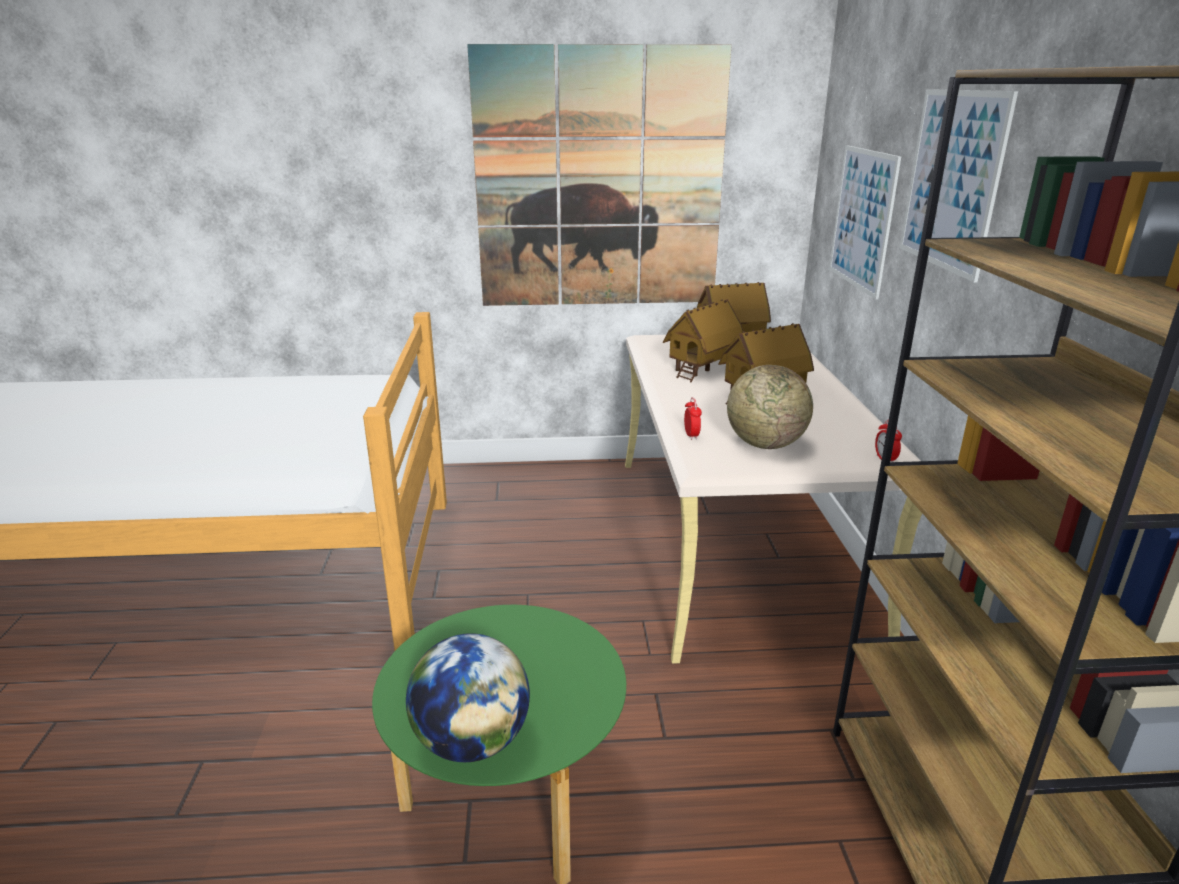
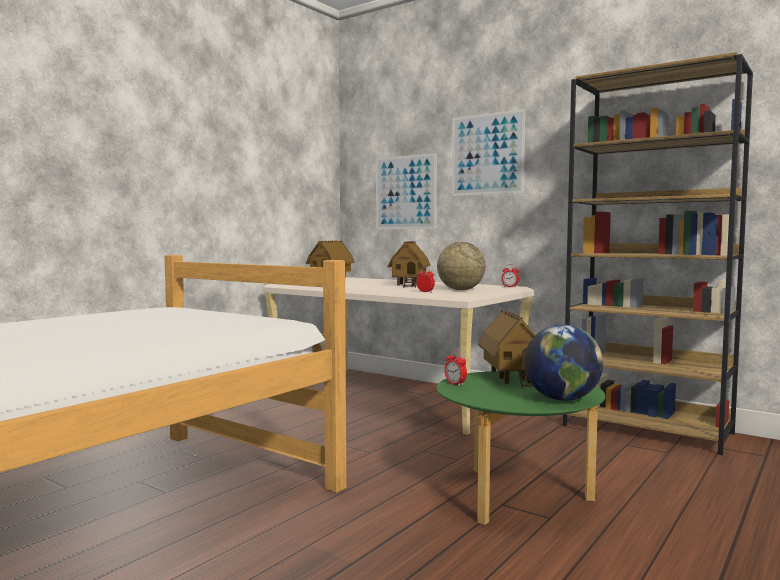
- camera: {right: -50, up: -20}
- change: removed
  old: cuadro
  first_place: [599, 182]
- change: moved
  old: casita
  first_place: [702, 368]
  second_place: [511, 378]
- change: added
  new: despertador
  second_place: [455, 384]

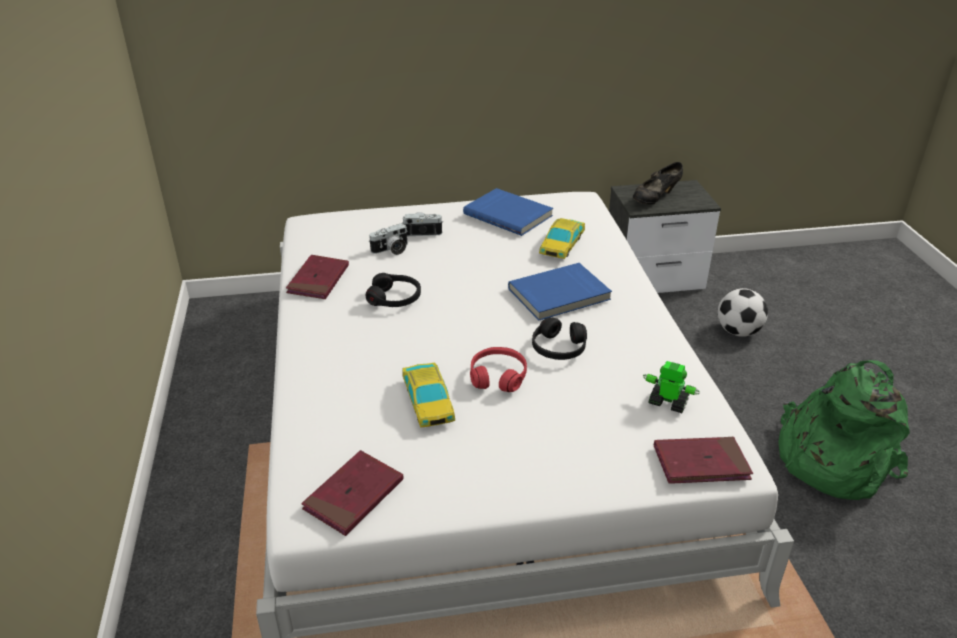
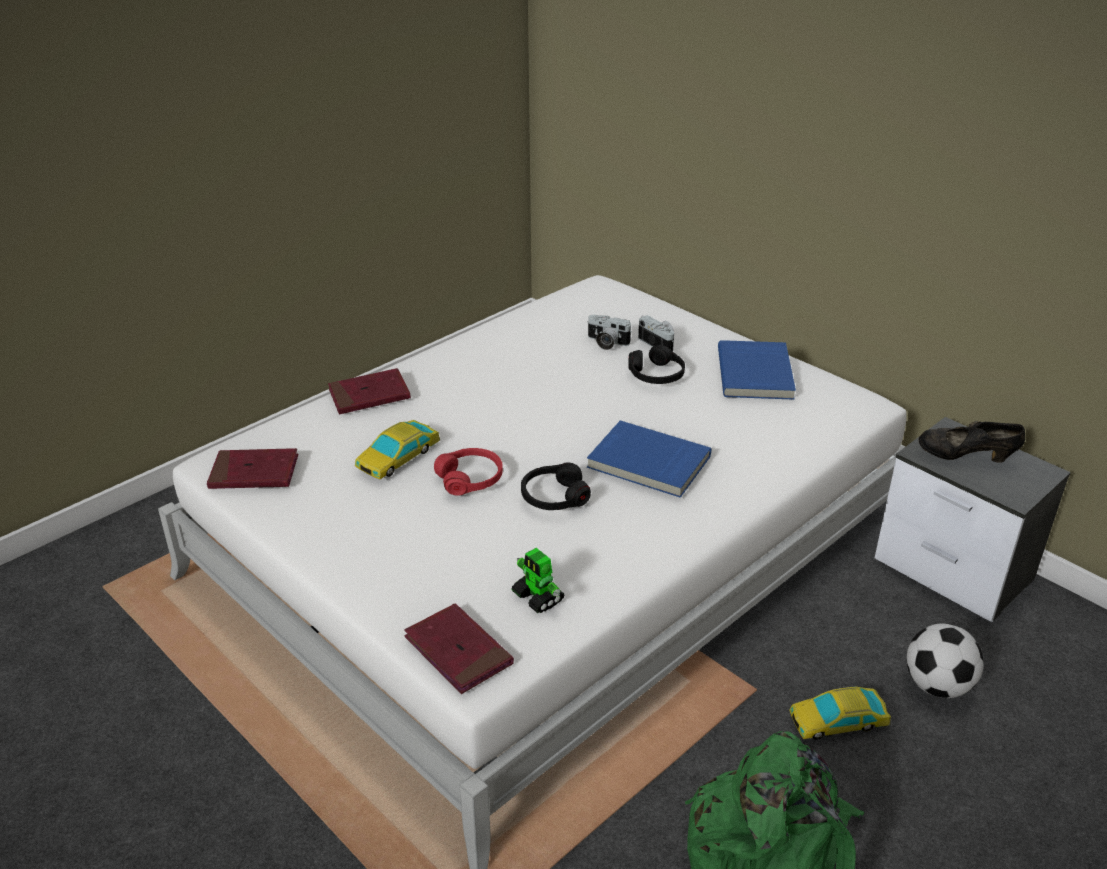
- camera: {right: 55, up: 0}
- change: moved
  old: coche de juguete
  first_place: [562, 244]
  second_place: [838, 720]
- change: moved
  old: libro/rojo
  first_place: [318, 280]
  second_place: [369, 395]
- change: moved
  old: auriculares/negro
  first_place: [395, 298]
  second_place: [656, 375]
- change: turned
  old: robot de juguete
  first_place: [667, 402]
  second_place: [538, 598]
  degrees: 150

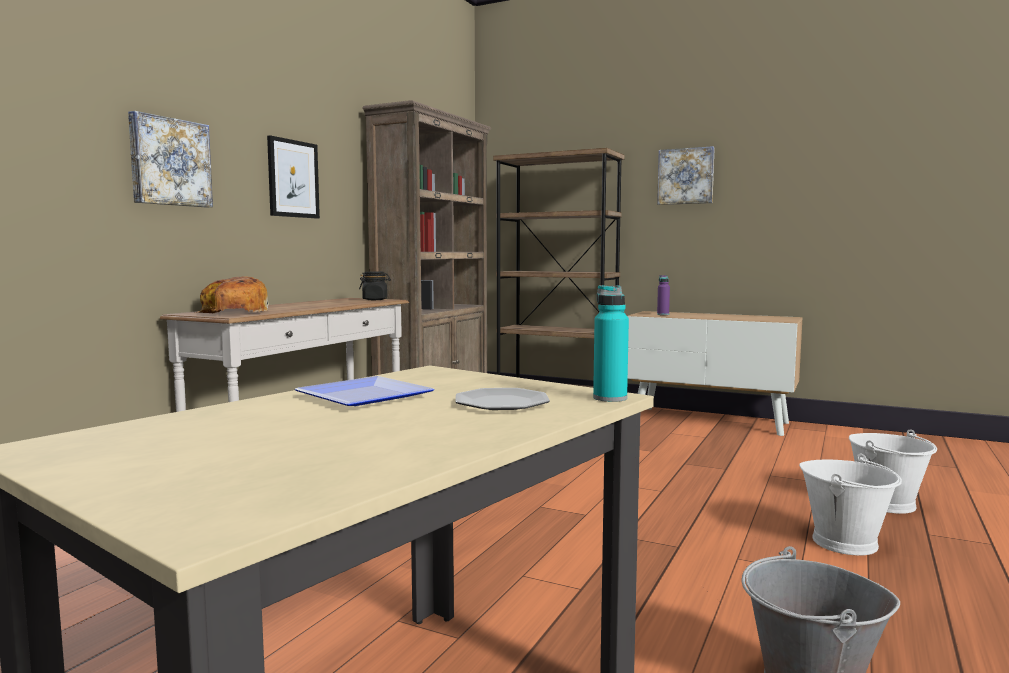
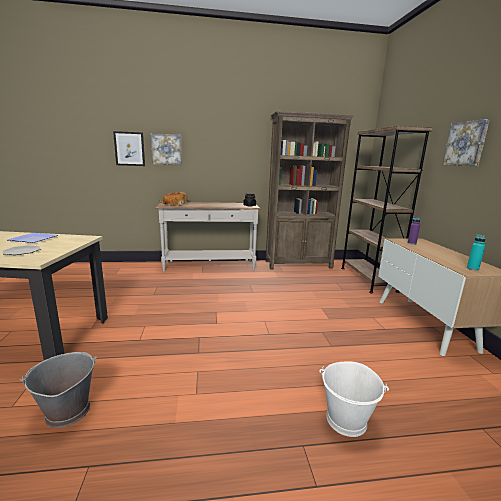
- camera: {right: 55, up: 10}
- change: moved
  old: cuadro
  first_place: [293, 179]
  second_place: [129, 149]
- change: moved
  old: botella/turquesa
  first_place: [610, 398]
  second_place: [472, 268]
- change: removed
  old: cubo/blanco
  first_place: [845, 542]

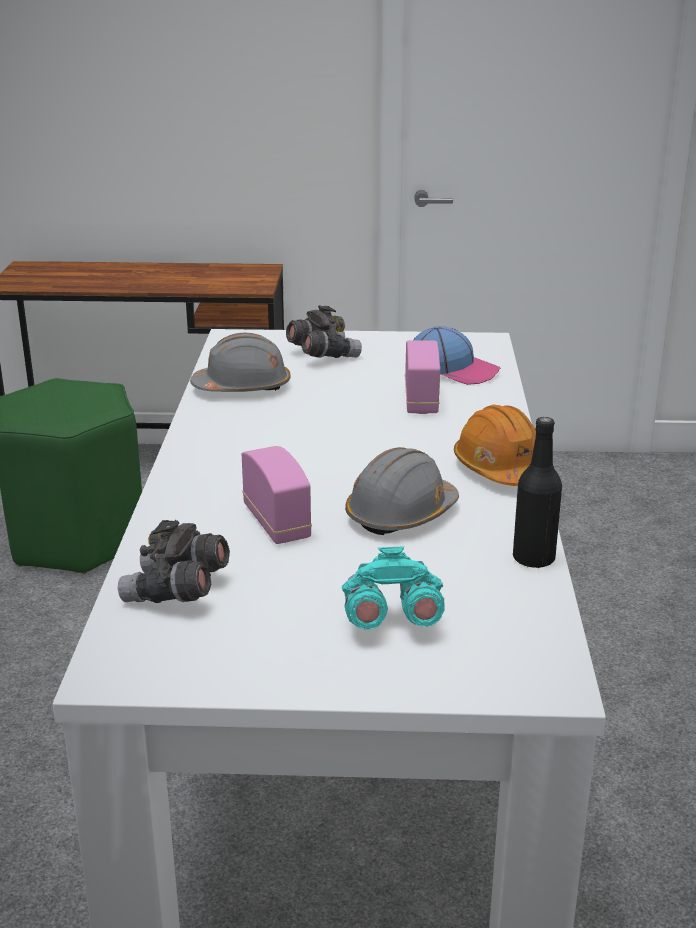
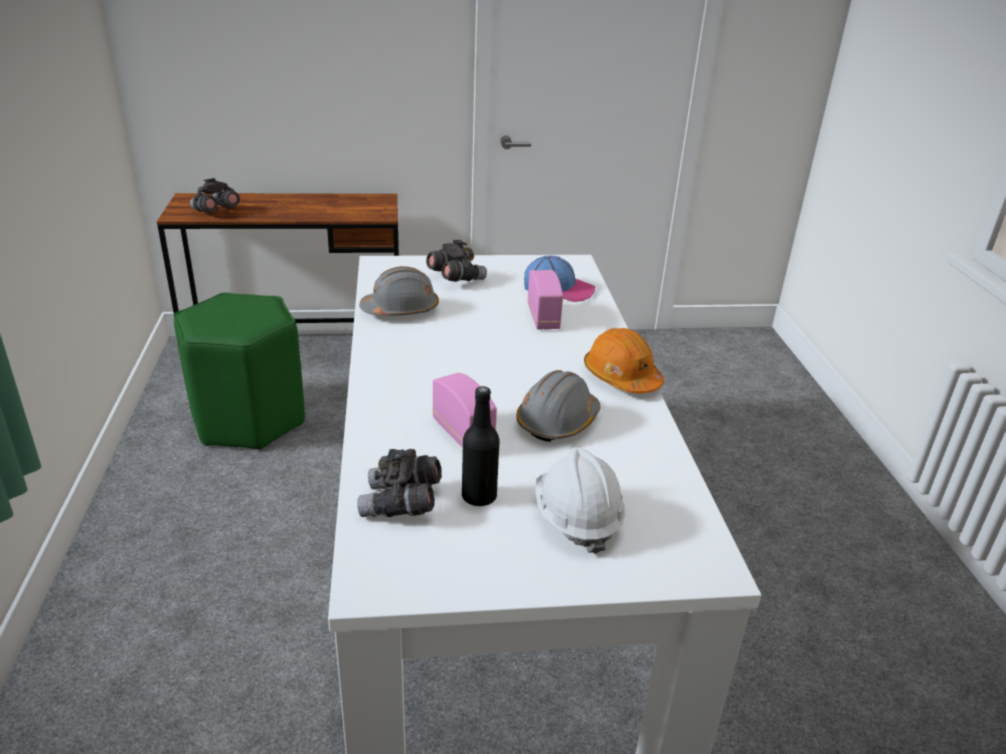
- camera: {right: -10, up: 5}
- change: moved
  old: botella/negro
  first_place: [533, 559]
  second_place: [479, 496]
- change: replaced
  old: prismáticos/turquesa
  new: casco/blanco
  first_place: [389, 620]
  second_place: [576, 519]
- change: added
  new: prismáticos/gris
  second_place: [215, 211]

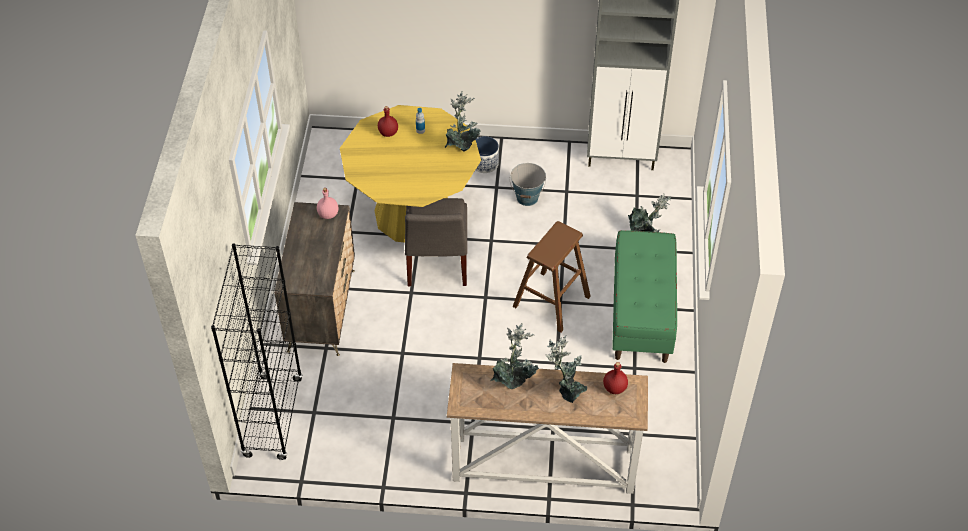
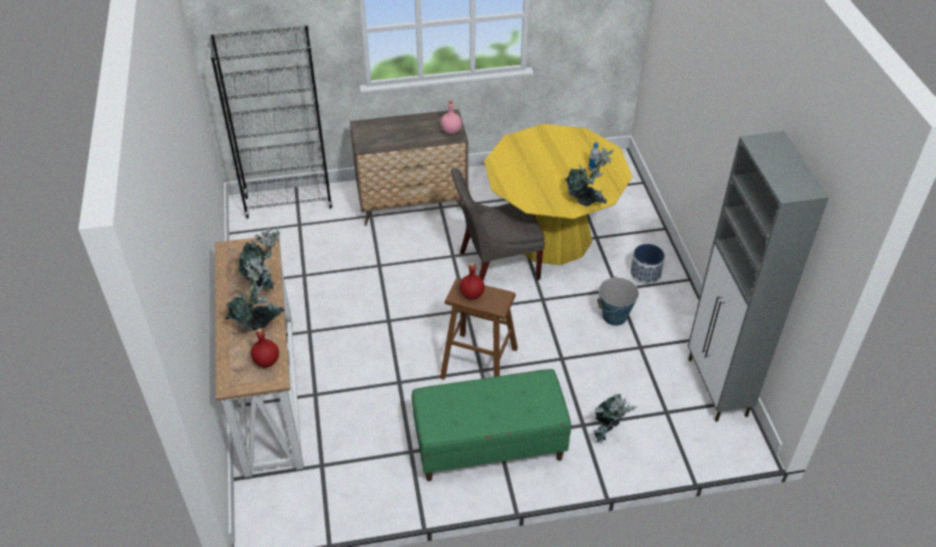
- camera: {right: 75, up: -5}
- change: moved
  old: botella/rojo
  first_place: [388, 133]
  second_place: [471, 294]

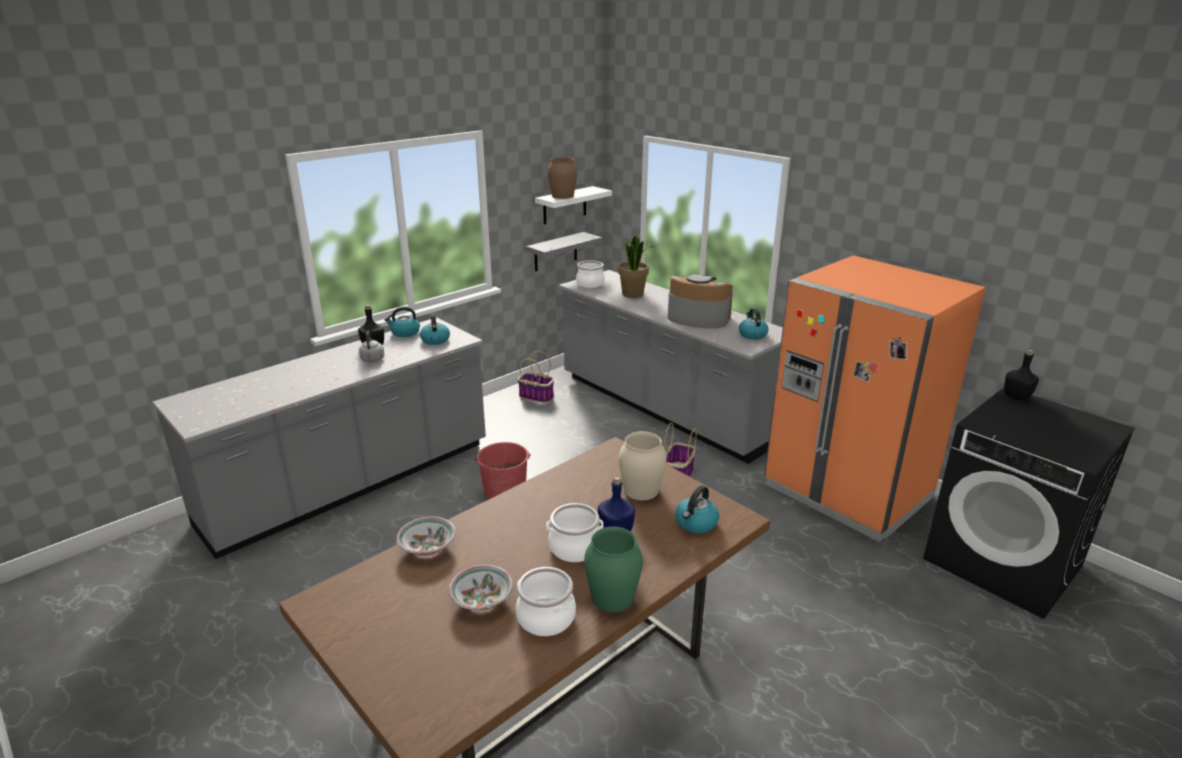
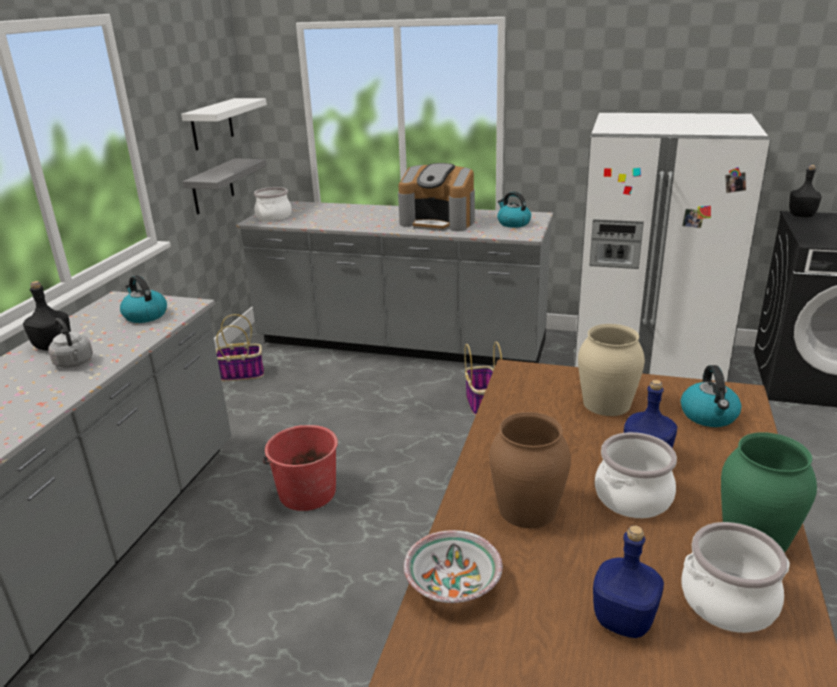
- camera: {right: -30, up: 0}
- change: moved
  old: florero/marrón
  first_place: [562, 196]
  second_place: [526, 509]
- change: removed
  old: planta en maceta
  first_place: [633, 294]
- change: recoloured
  old: nevera/naranja
  new: nevera/blanco
  first_place: [847, 492]
  second_place: [646, 365]
- change: turned
  old: cafetera
  first_place: [697, 318]
  second_place: [438, 222]
  degrees: -150
- change: removed
  old: hervidor
  first_place: [405, 333]
- change: replaced
  old: cuenco
  new: botella/azul
  first_place: [482, 600]
  second_place: [623, 621]

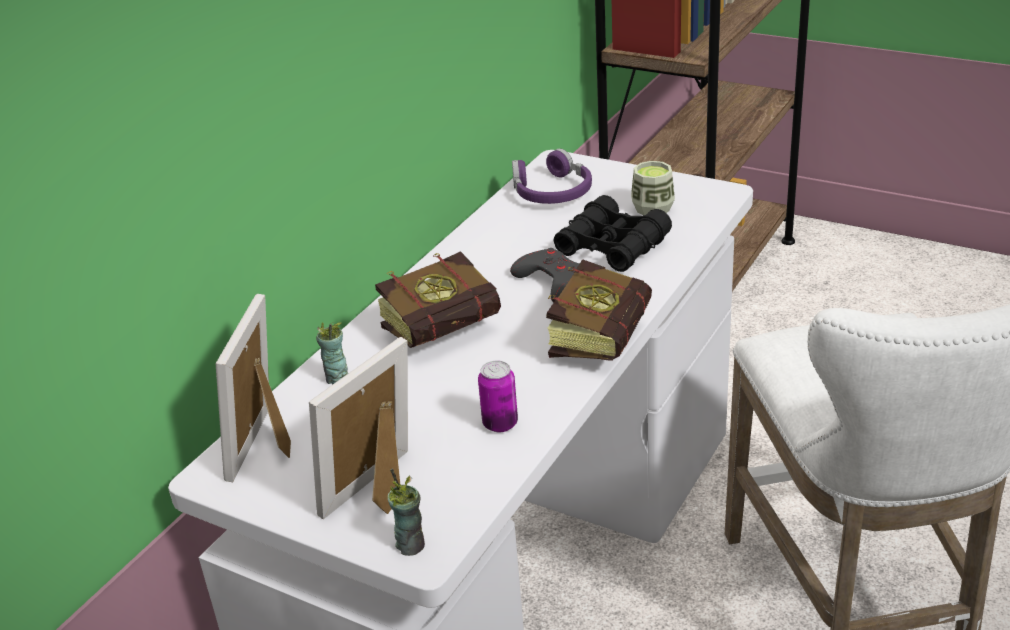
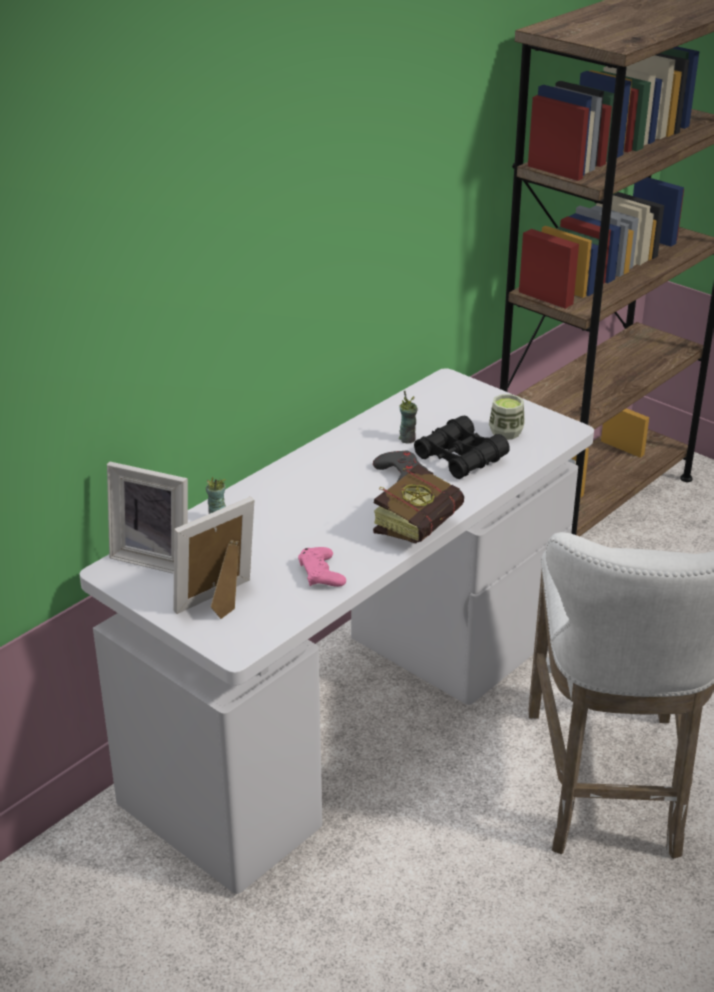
- camera: {right: 10, up: 0}
- change: removed
  old: auriculares/morado
  first_place: [551, 192]
- change: removed
  old: libro
  first_place: [452, 328]
- change: turned
  old: portarretratos
  first_place: [269, 444]
  second_place: [155, 557]
  degrees: -90
- change: replaced
  old: lata
  new: mando de consola/rosa
  first_place: [500, 424]
  second_place: [321, 574]
- change: moved
  old: taza
  first_place: [411, 545]
  second_place: [407, 439]

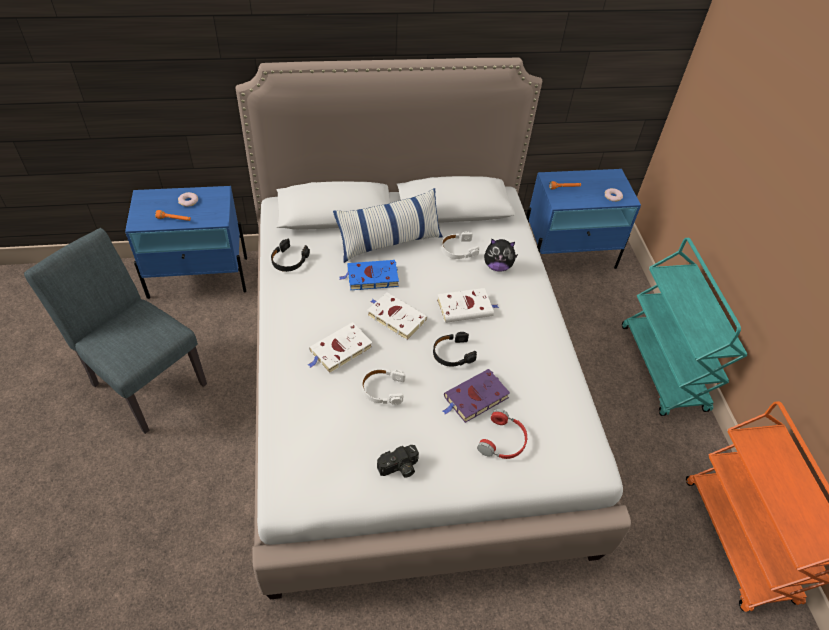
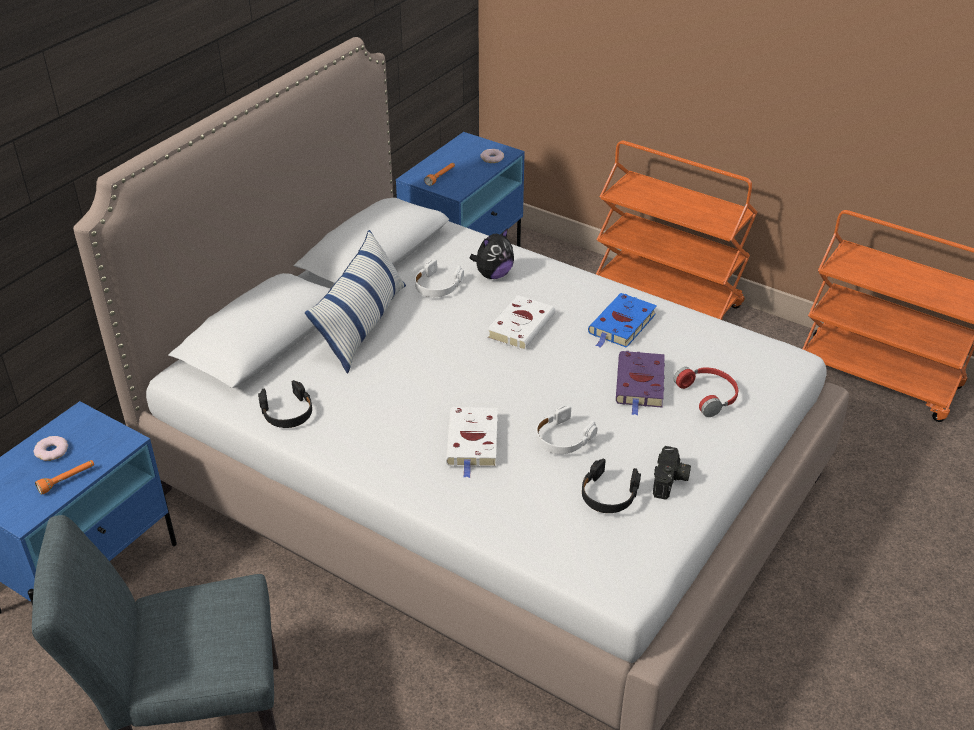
- camera: {right: -45, up: -10}
- change: recoloured
  old: carrito/turquesa
  new: carrito/naranja
  first_place: [663, 368]
  second_place: [666, 299]
- change: moved
  old: libro/azul
  first_place: [371, 277]
  second_place: [621, 325]
- change: removed
  old: libro/blanco
  first_place: [395, 317]
- change: moved
  old: auriculares/negro
  first_place: [452, 353]
  second_place: [608, 494]

